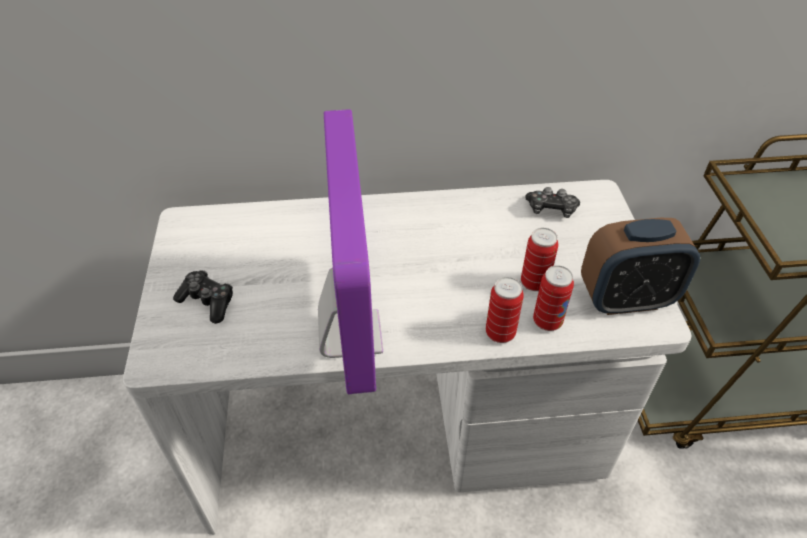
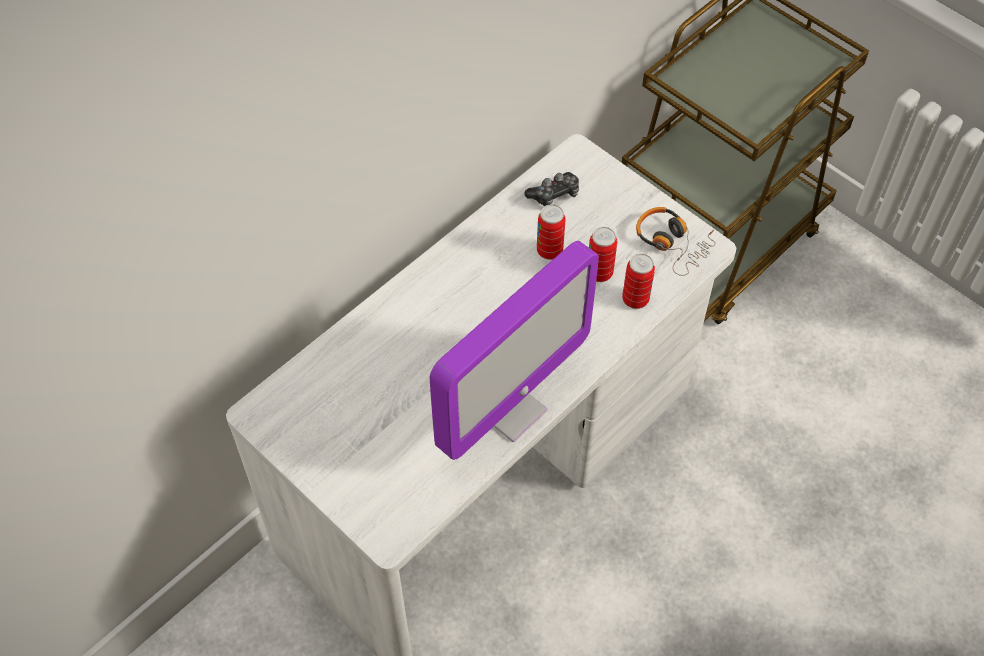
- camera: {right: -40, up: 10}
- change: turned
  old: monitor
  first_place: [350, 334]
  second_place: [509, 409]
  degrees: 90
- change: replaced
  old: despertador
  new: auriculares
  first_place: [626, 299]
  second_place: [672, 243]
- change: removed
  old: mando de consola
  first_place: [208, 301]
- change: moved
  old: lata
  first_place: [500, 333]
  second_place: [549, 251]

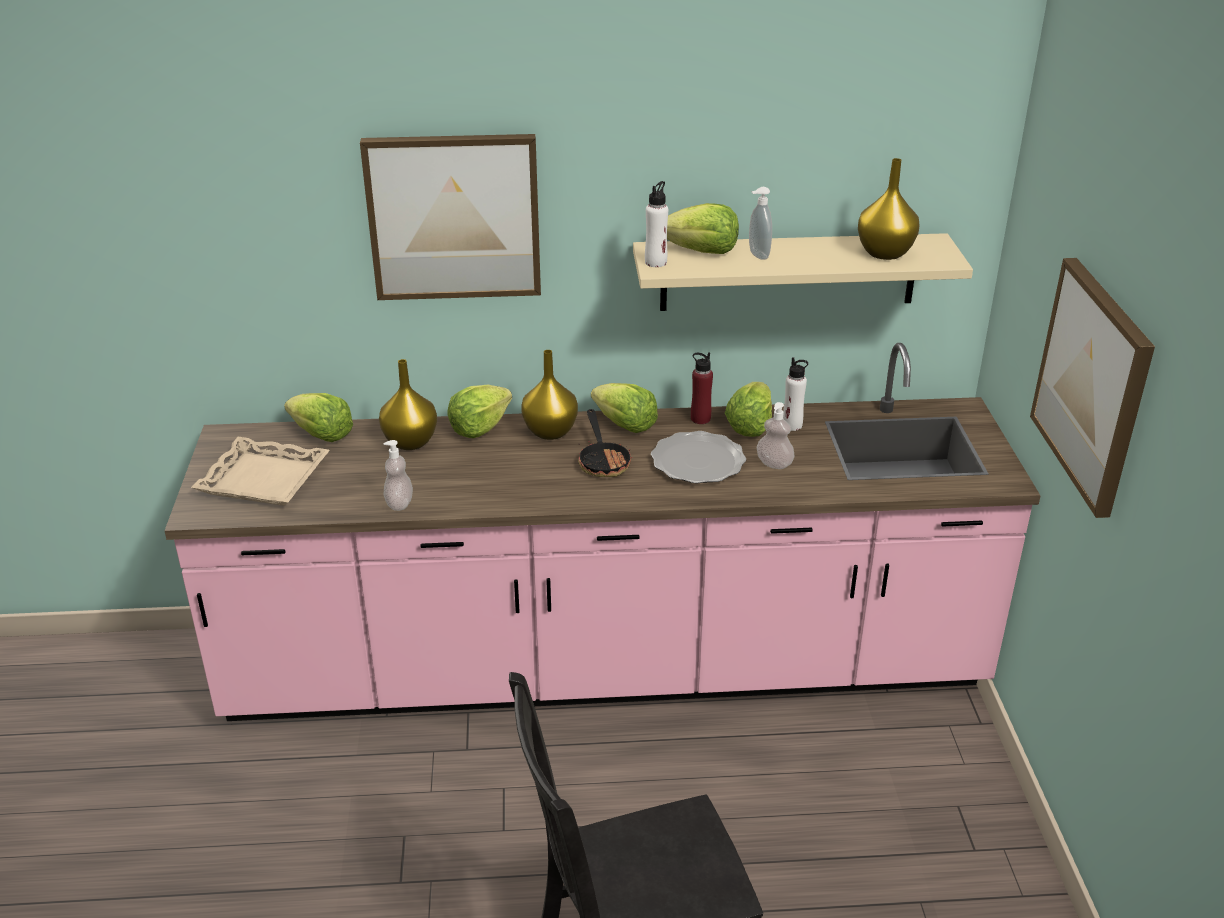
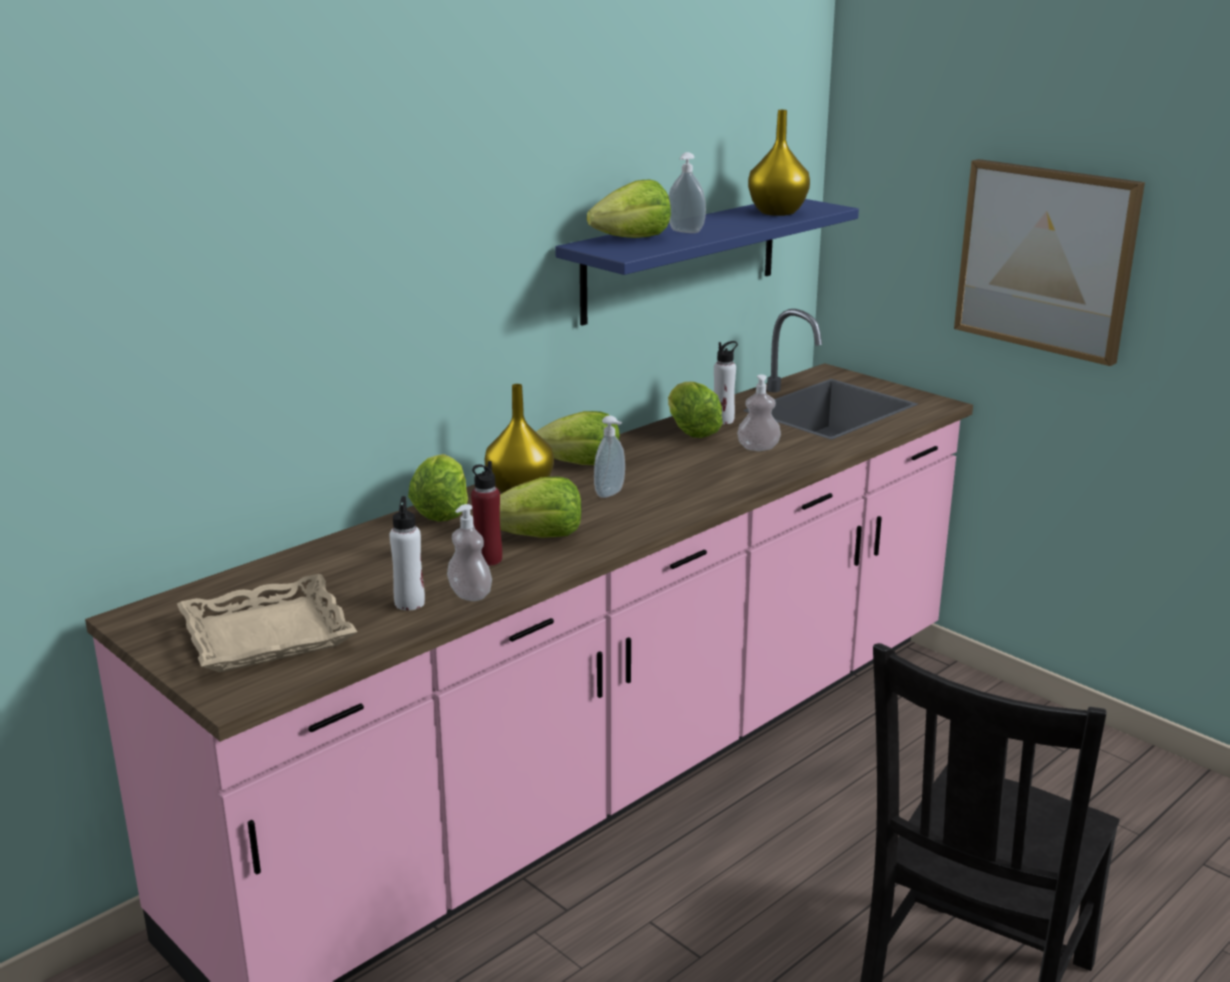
- camera: {right: -40, up: -10}
- change: removed
  old: cuadro
  first_place: [454, 217]
- change: moved
  old: botella/blanco
  first_place: [656, 262]
  second_place: [409, 603]
- change: recoloured
  old: estante/beis
  new: estante/azul
  first_place: [788, 272]
  second_place: [681, 259]
- change: moved
  old: botella/rojo
  first_place: [700, 419]
  second_place: [488, 559]
- change: removed
  old: florero/amarillo
  first_place: [410, 441]
- change: moved
  old: lechuga
  first_place: [321, 435]
  second_place: [539, 536]
- change: replaced
  old: sartén
  new: dispensador de jabón
  first_place: [603, 461]
  second_place: [611, 494]
- change: removed
  old: plato
  first_place: [697, 461]

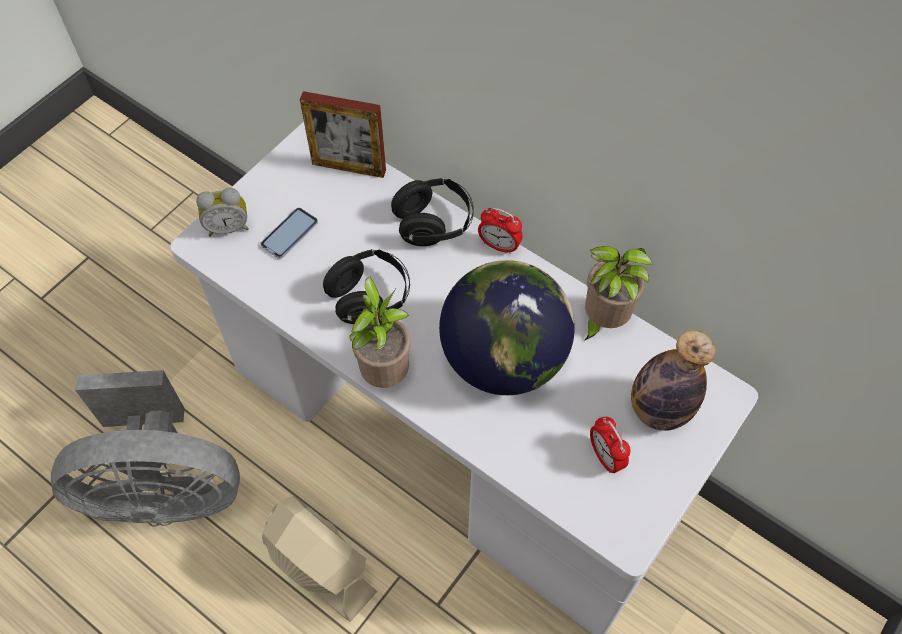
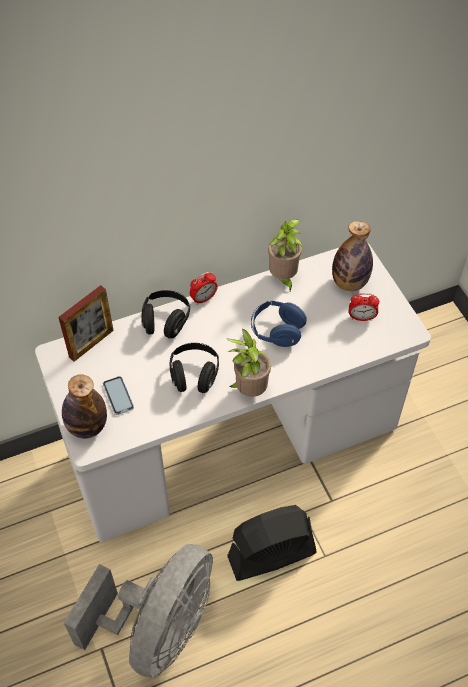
- camera: {right: -60, up: -5}
- change: replaced
  old: despertador
  new: botella
  first_place: [228, 227]
  second_place: [87, 426]
- change: replaced
  old: globo terráqueo
  new: auriculares/azul
  first_place: [504, 358]
  second_place: [277, 331]
- change: recoloured
  old: ventilador/beis
  new: ventilador/negro
  first_place: [319, 567]
  second_place: [271, 555]

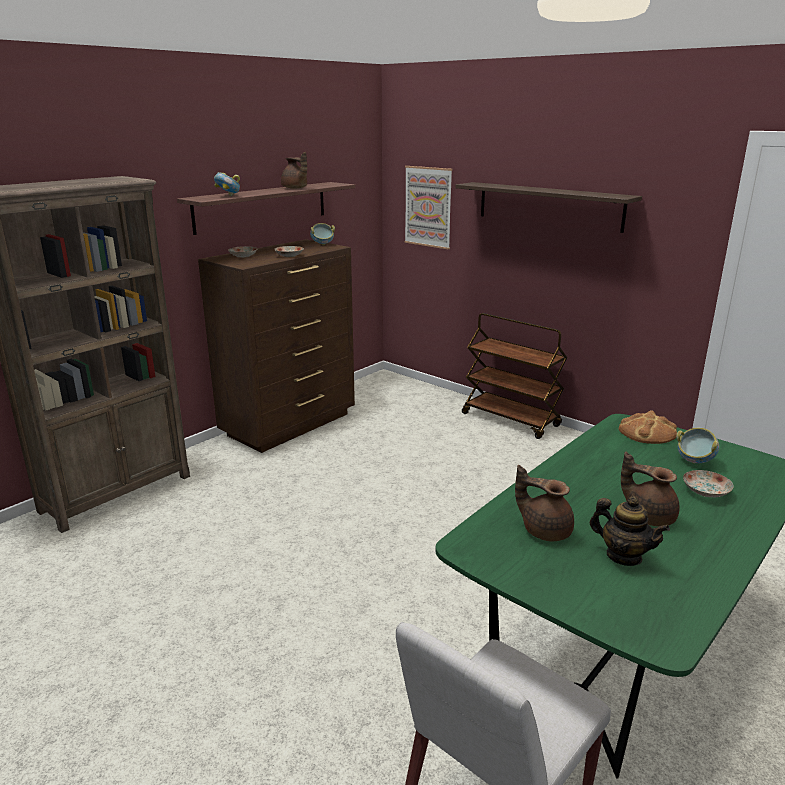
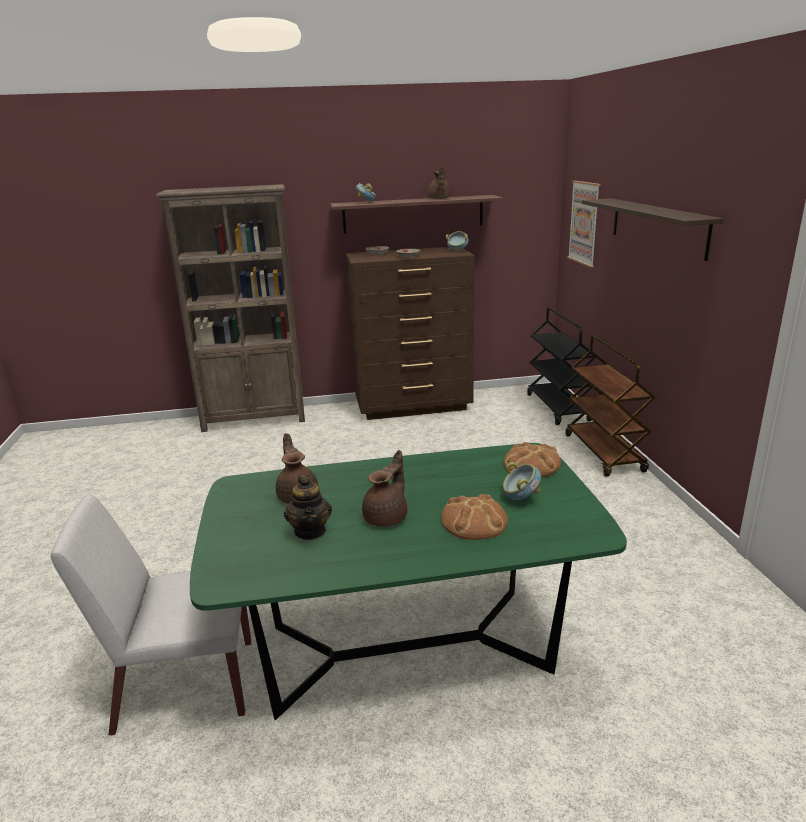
- camera: {right: 40, up: 0}
- change: turned
  old: tetera/marrón
  first_place: [648, 516]
  second_place: [387, 517]
  degrees: 45
- change: replaced
  old: plato
  new: pan
  first_place: [705, 491]
  second_place: [474, 521]
- change: added
  new: carrito/negro
  second_place: [558, 408]

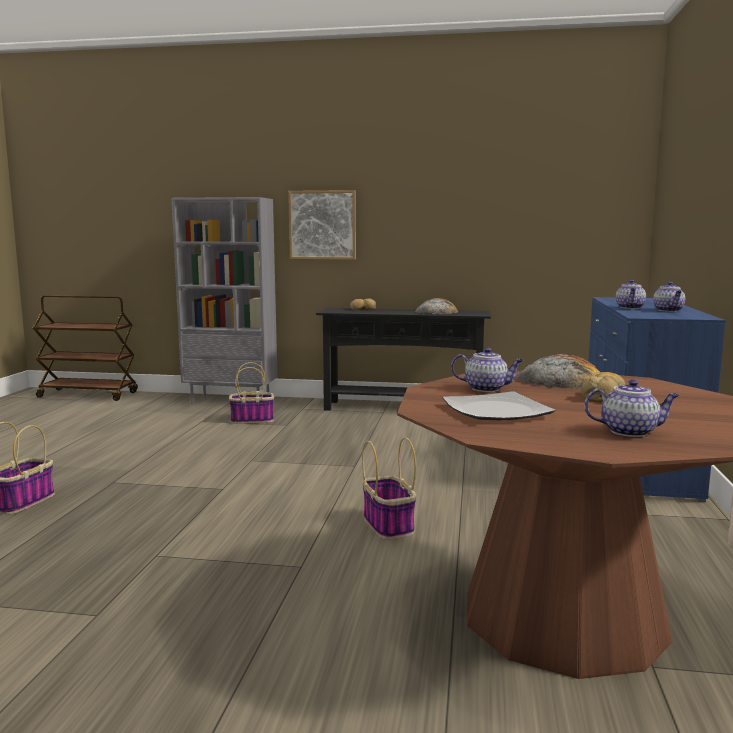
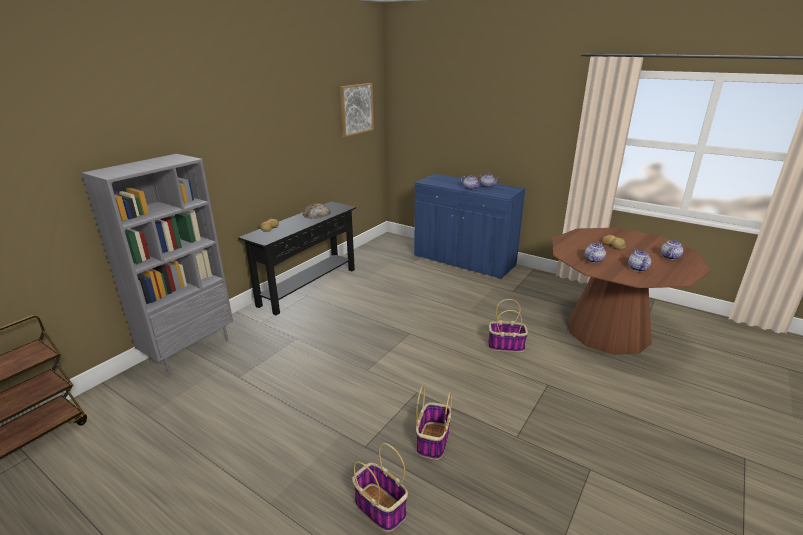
- camera: {right: -65, up: 15}
- change: moved
  old: cuadro
  first_place: [322, 225]
  second_place: [356, 109]
- change: removed
  old: pan
  first_place: [560, 380]
- change: moved
  old: cesta
  first_place: [253, 420]
  second_place: [433, 440]
- change: replaced
  old: plato
  new: tetera
  first_place: [497, 411]
  second_place: [637, 268]

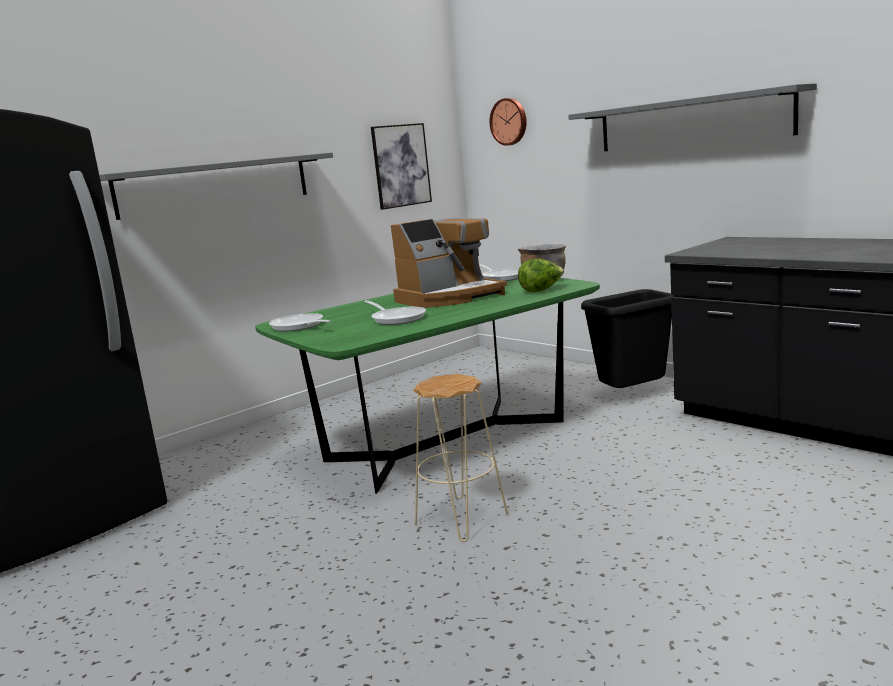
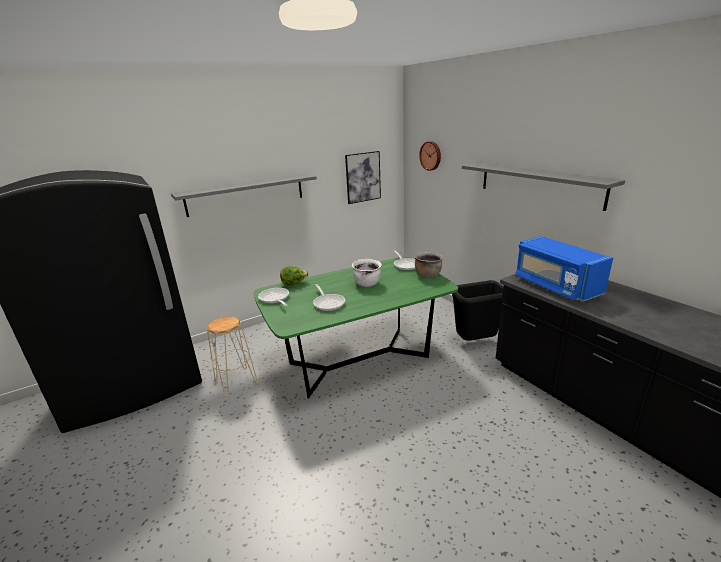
- camera: {right: 10, up: 10}
- change: replaced
  old: cafetera
  new: olla/blanco
  first_place: [450, 298]
  second_place: [367, 284]
- change: moved
  old: lechuga
  first_place: [541, 290]
  second_place: [294, 283]
- change: moved
  old: taburete/beis
  first_place: [461, 519]
  second_place: [235, 382]
- change: added
  new: microondas/azul
  second_place: [555, 286]

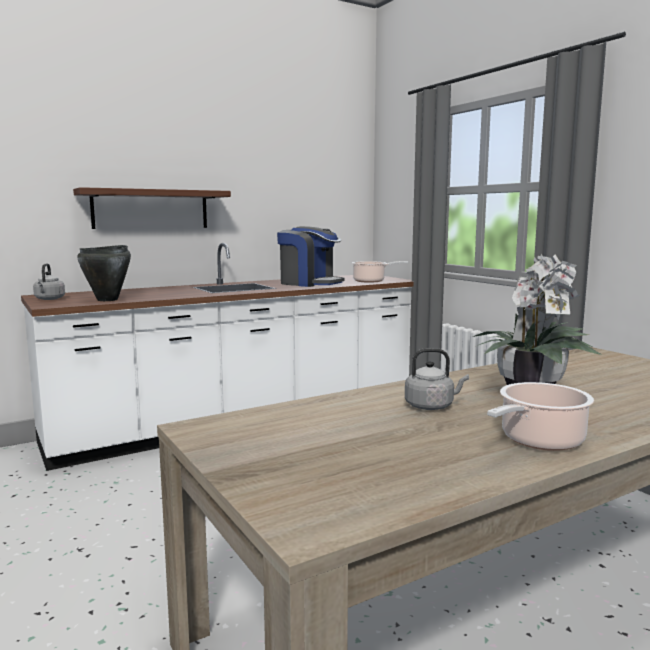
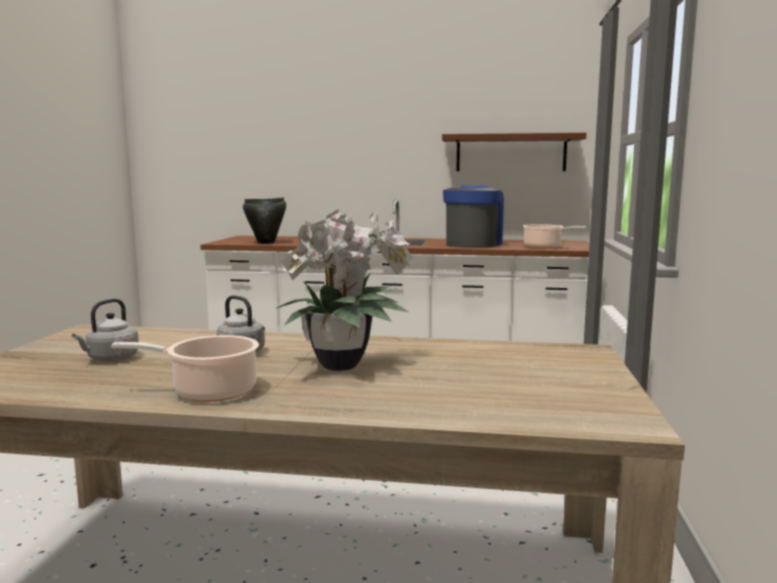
- camera: {right: 40, up: 0}
- change: moved
  old: estante/marrón
  first_place: [151, 209]
  second_place: [510, 153]
- change: turned
  old: cafetera
  first_place: [309, 283]
  second_place: [473, 244]
  degrees: -135
- change: moved
  old: hervidor/gris
  first_place: [49, 299]
  second_place: [111, 359]

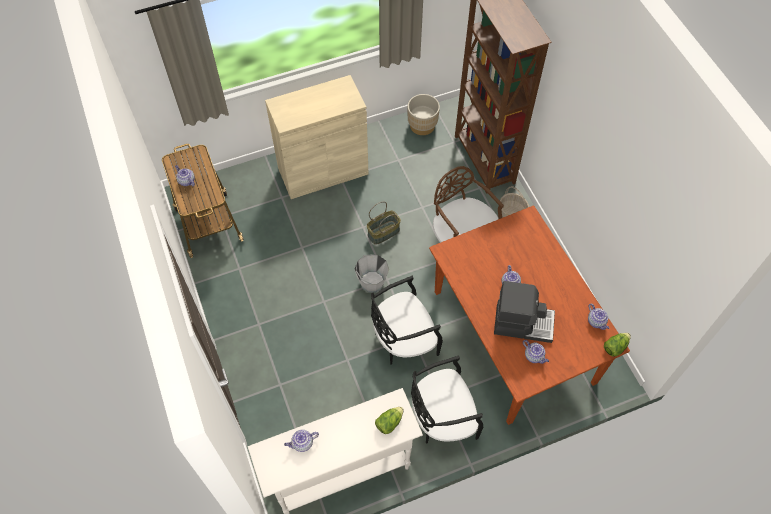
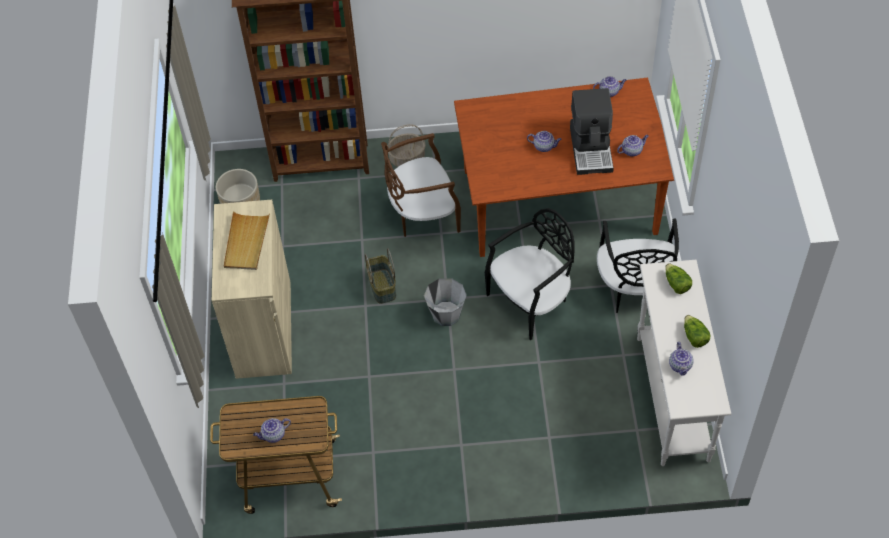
- camera: {right: -70, up: -5}
- change: turned
  old: silla/negro
  first_place: [403, 340]
  second_place: [531, 301]
  degrees: -120
- change: turned
  old: cafetera
  first_place: [523, 322]
  second_place: [592, 149]
  degrees: 150
- change: moved
  old: lechuga
  first_place: [615, 347]
  second_place: [694, 336]
- change: added
  new: bandeja/beis
  second_place: [246, 243]

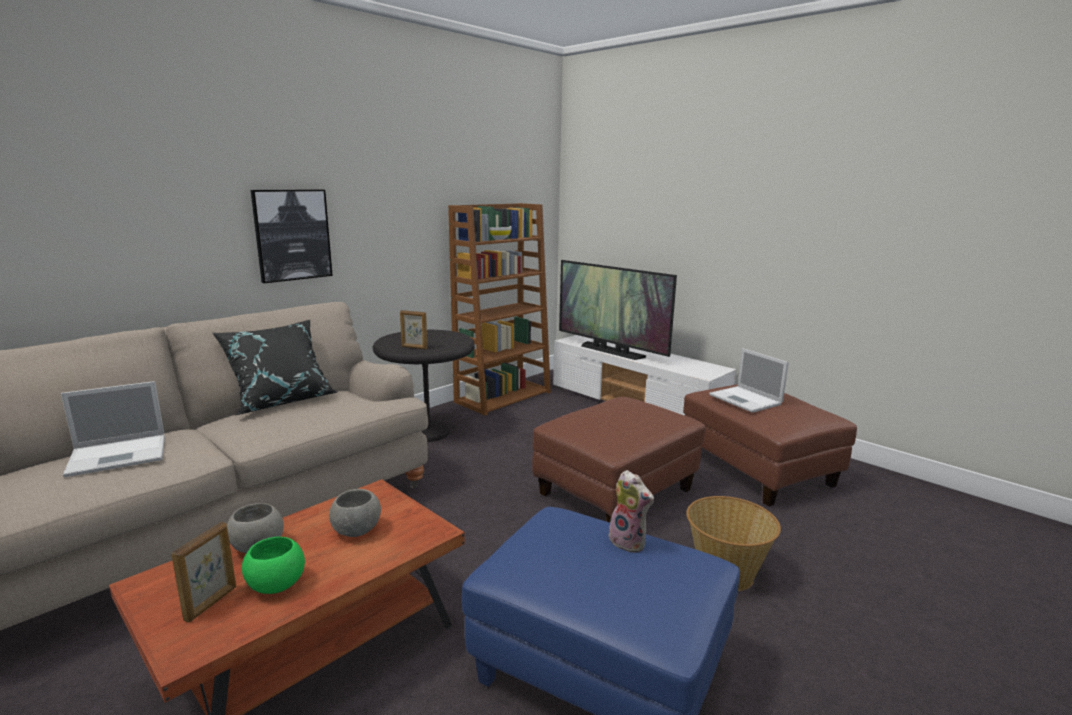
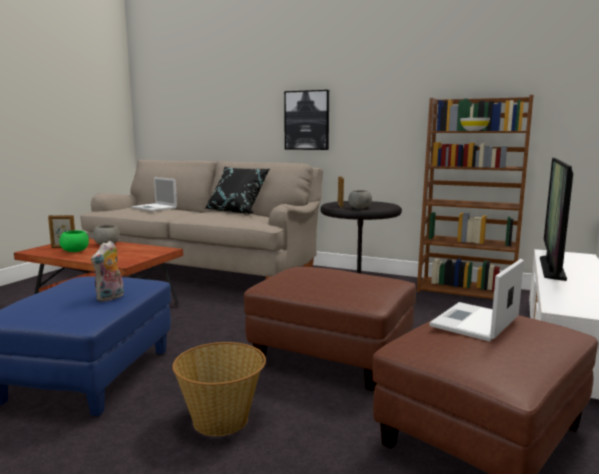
- camera: {right: 70, up: -5}
- change: moved
  old: cuenco/gris
  first_place: [357, 530]
  second_place: [360, 208]

